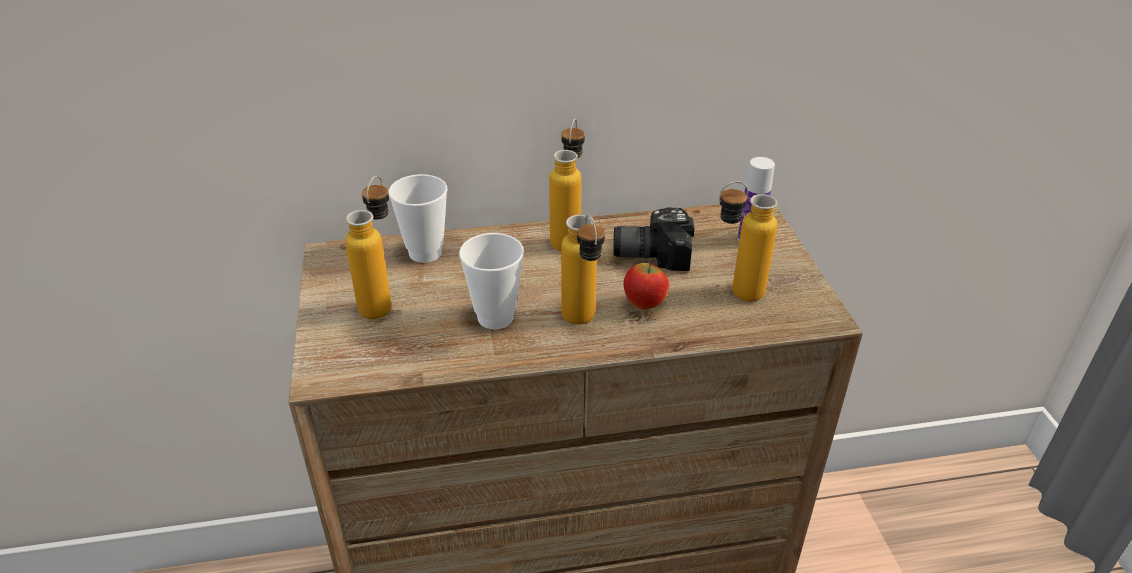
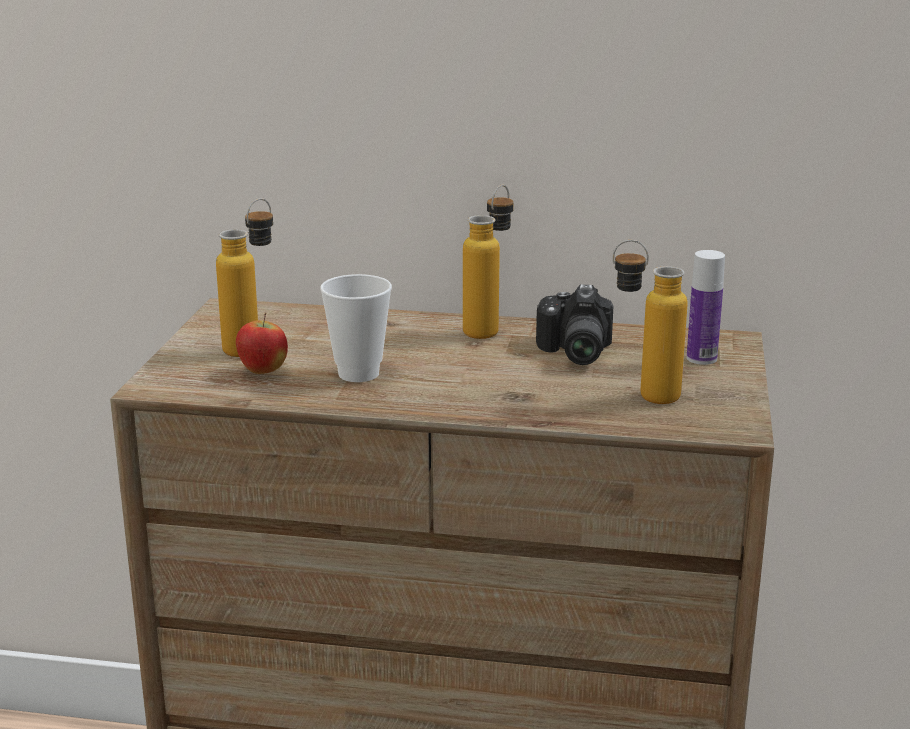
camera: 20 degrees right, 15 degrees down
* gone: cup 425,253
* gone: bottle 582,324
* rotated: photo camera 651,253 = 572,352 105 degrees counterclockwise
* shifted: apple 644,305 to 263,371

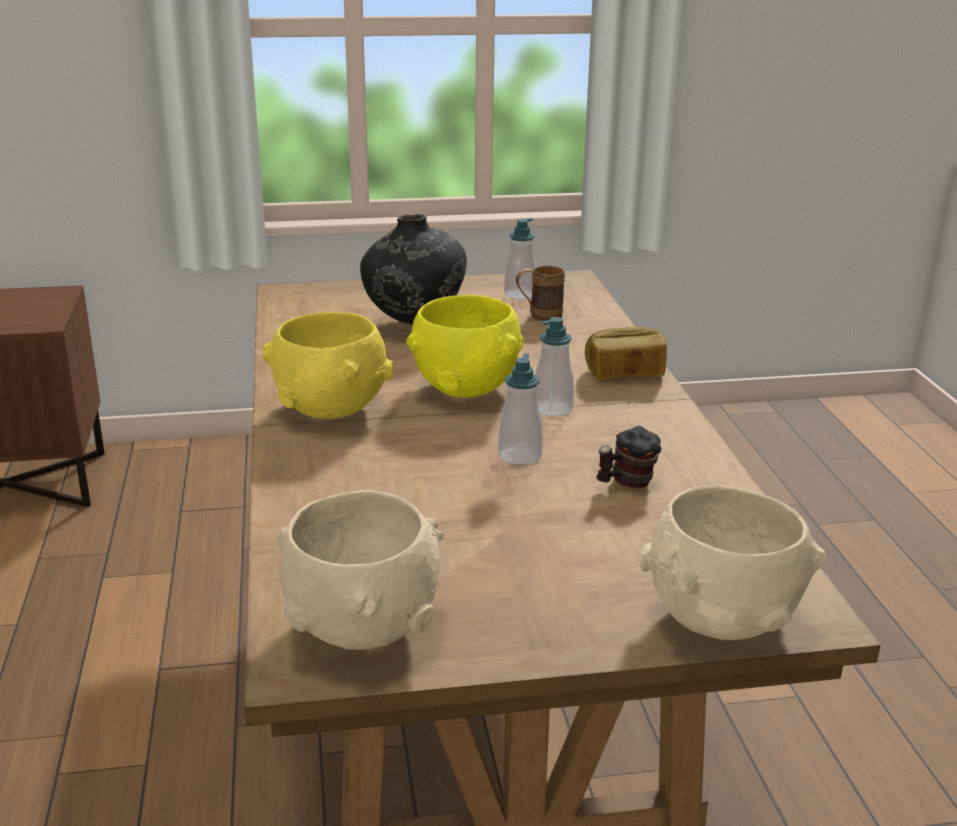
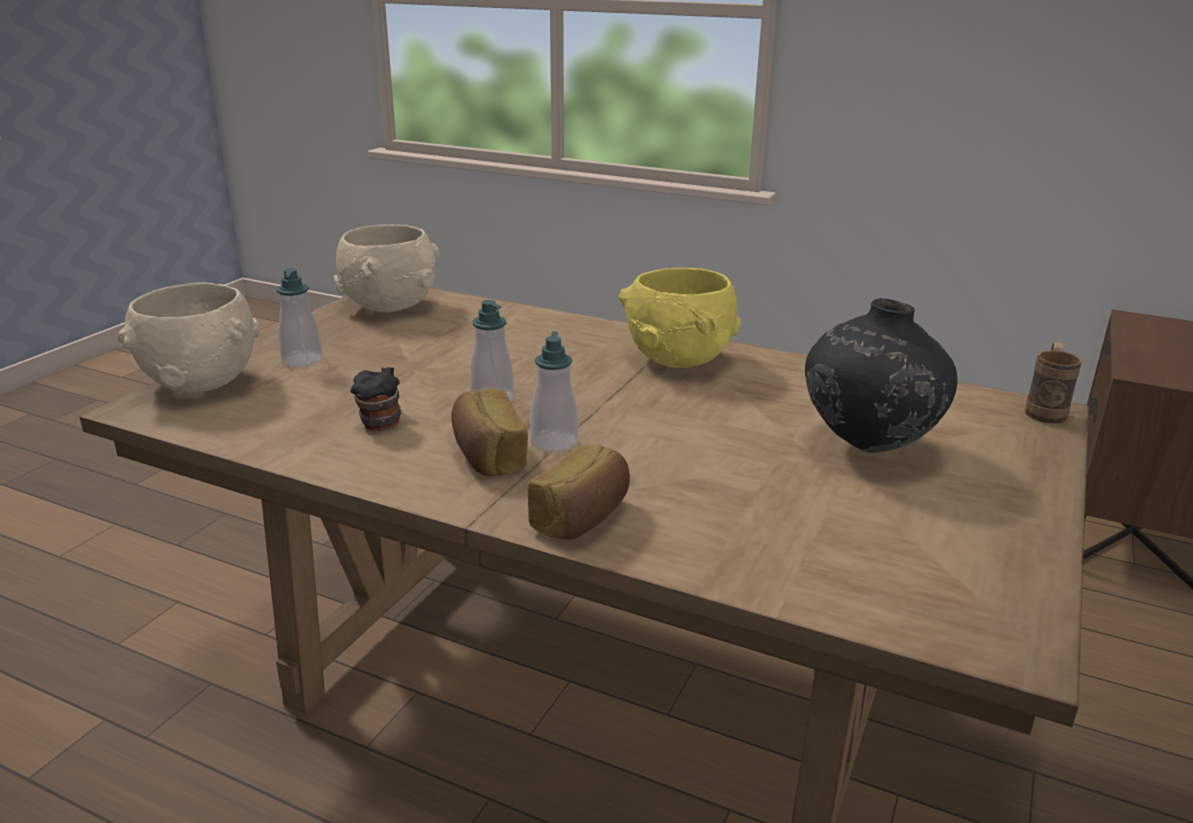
camera: 125 degrees right, 0 degrees up
* gone: bowl in yellow 466,388
* shifted: soap dispenser 520,294 to 302,360
* shifted: mug in brown 538,316 to 1045,410
* new: bread 487,456

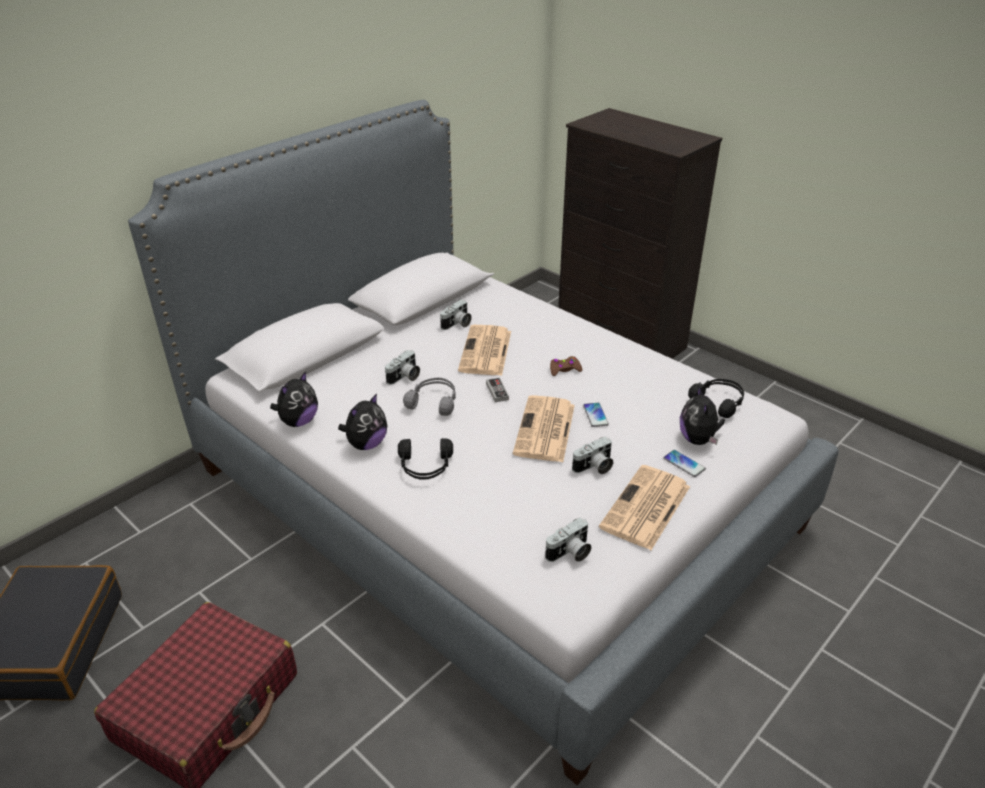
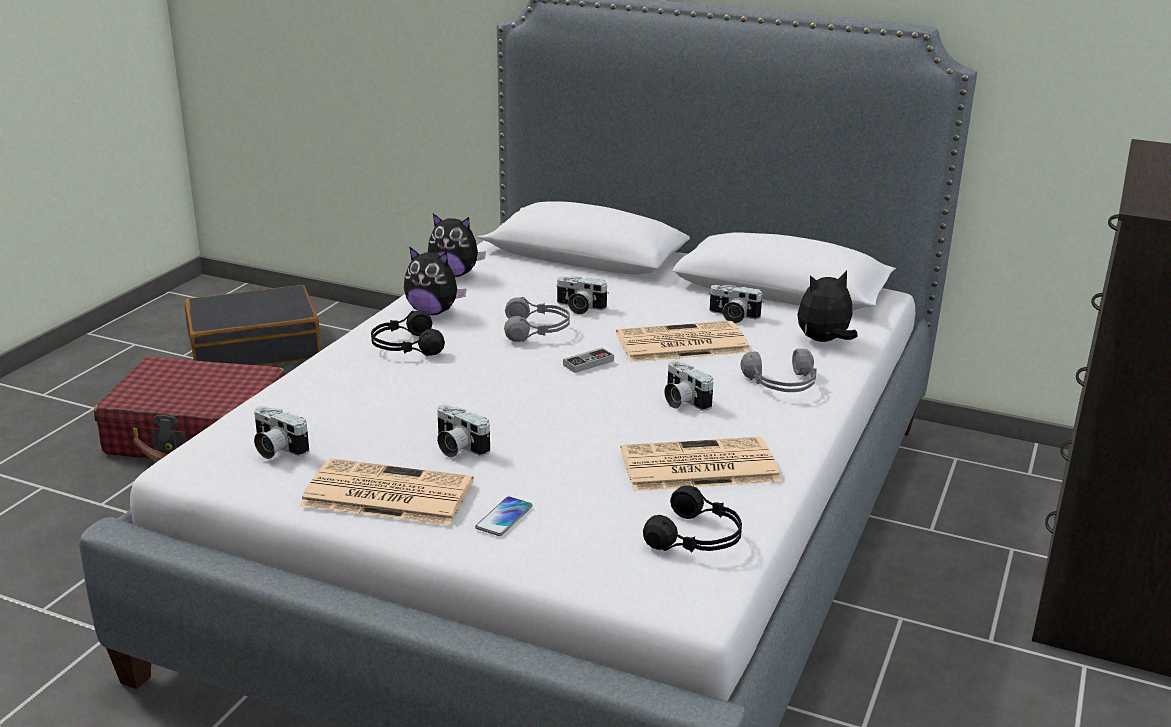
camera: 70 degrees right, 10 degrees down
* shifted: newspaper 545,430 to 697,467
* swapped: game controller in brown 564,369 to photo camera 682,401
* gone: phone 595,415
* shifted: plush toy 698,440 to 824,341
* new: headphones in grey 782,385

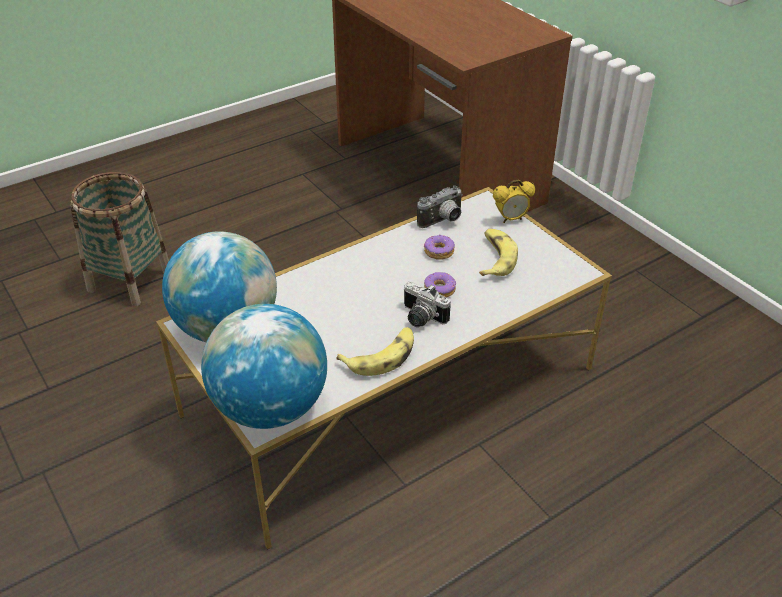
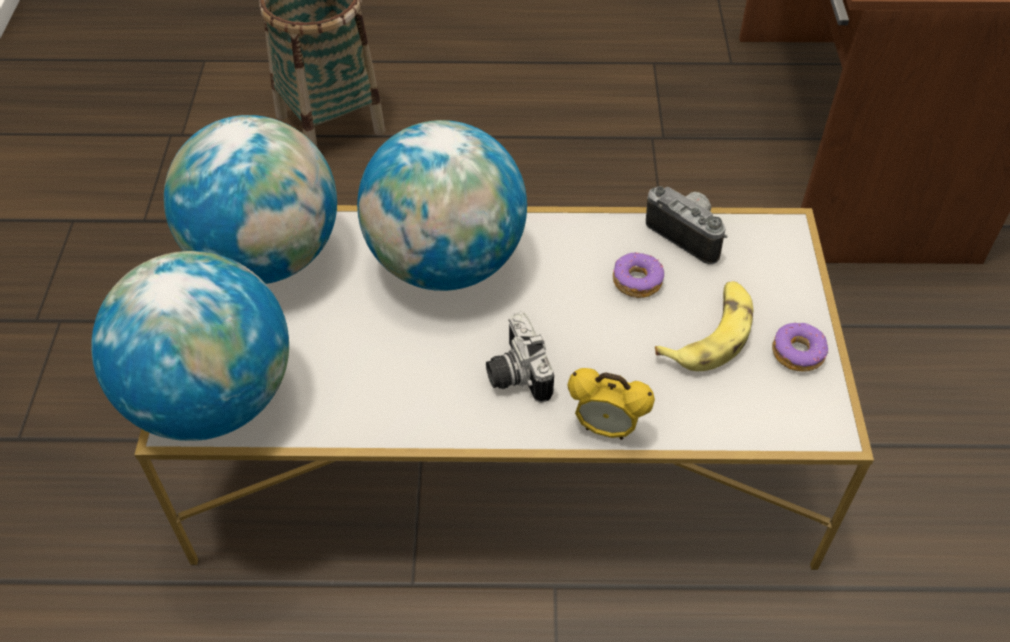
camera: 35 degrees right, 10 degrees up
* gone: banana 381,356
* rotated: photo camera 443,221 = 688,234 135 degrees counterclockwise
* shifted: donut 439,290 to 798,353
* shifted: alarm clock 511,219 to 606,428
* new: globe 446,263

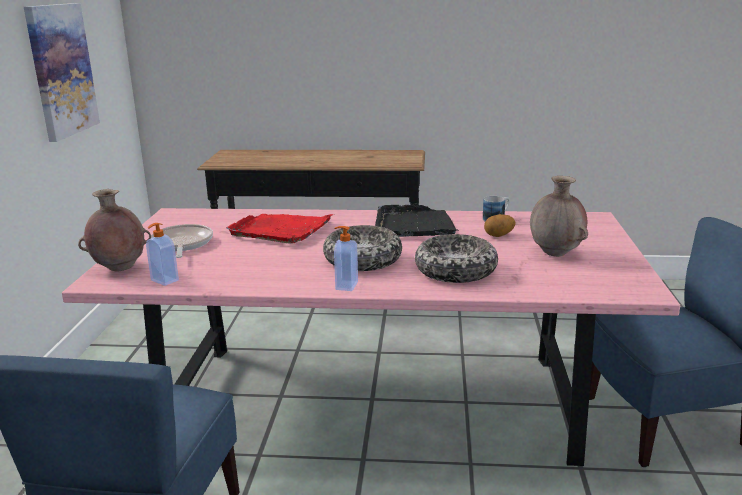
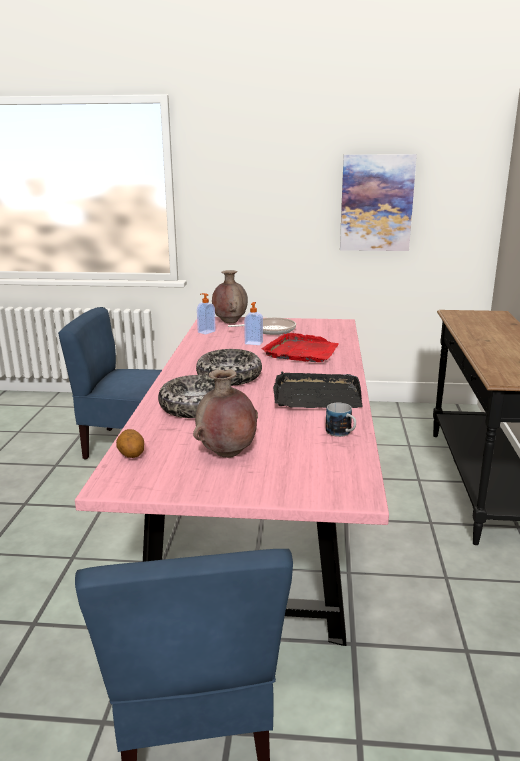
camera: 90 degrees right, 0 degrees up
* shifted: soap dispenser 346,286 to 254,343
* shifted: potato 499,235 to 131,456

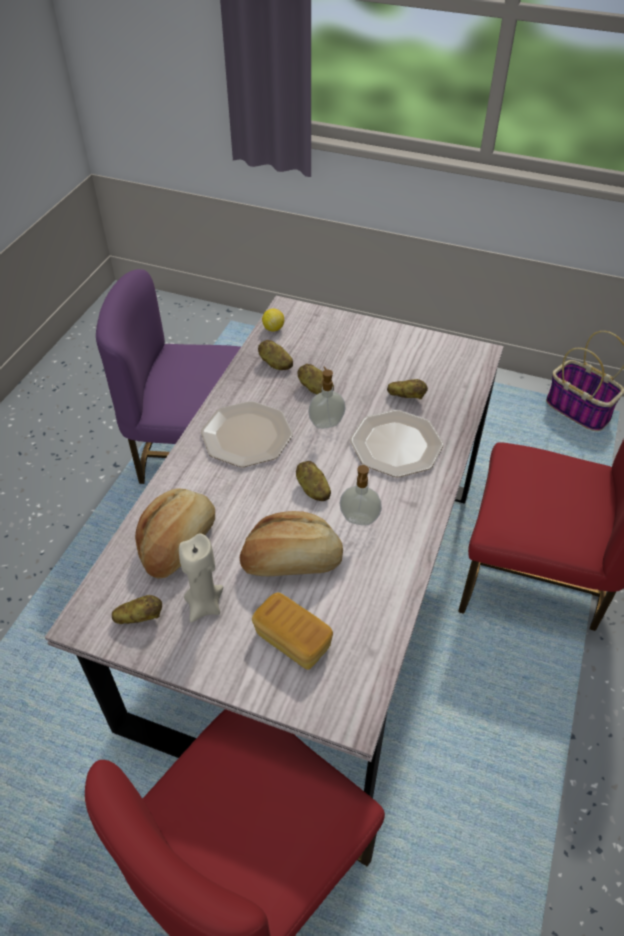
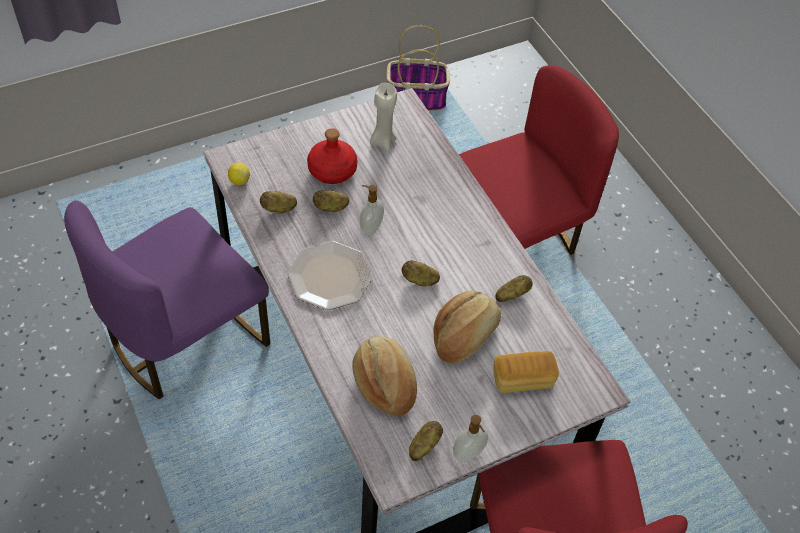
camera: 50 degrees left, 5 degrees up
* shifted: candle in beige 204,605 to 382,141
* shifted: soap dispenser 359,520 to 469,454
* gone: plate 396,444
* shifted: potato 406,397 to 512,295
* new: bottle in red 332,170

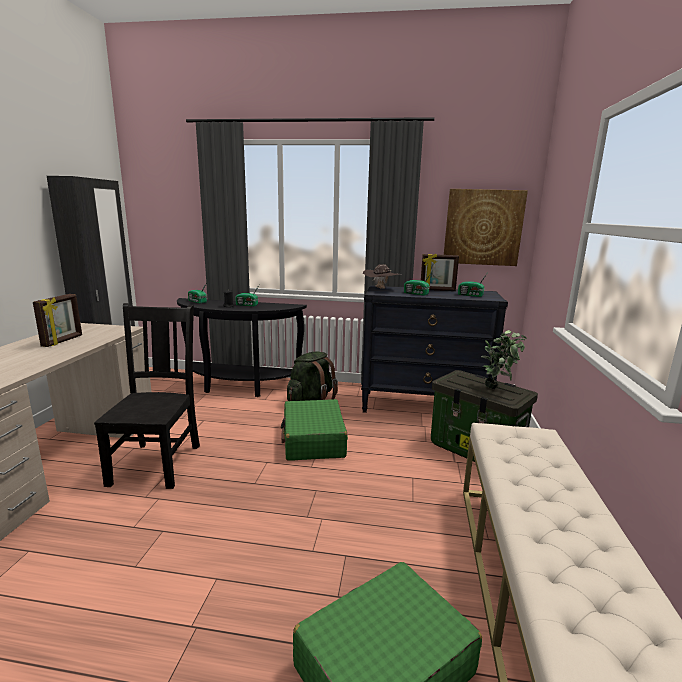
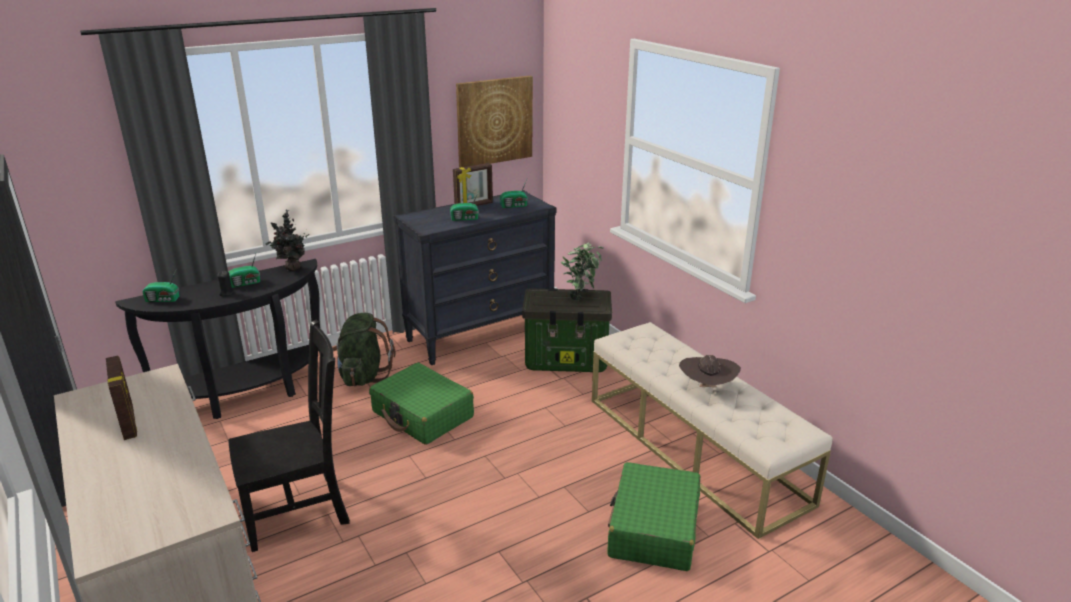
camera: 40 degrees left, 10 degrees up
* rotated: chair in black 157,462 = 299,511 105 degrees clockwise
* shifted: hat in brown 381,289 to 707,388
* new: potted plant 292,269

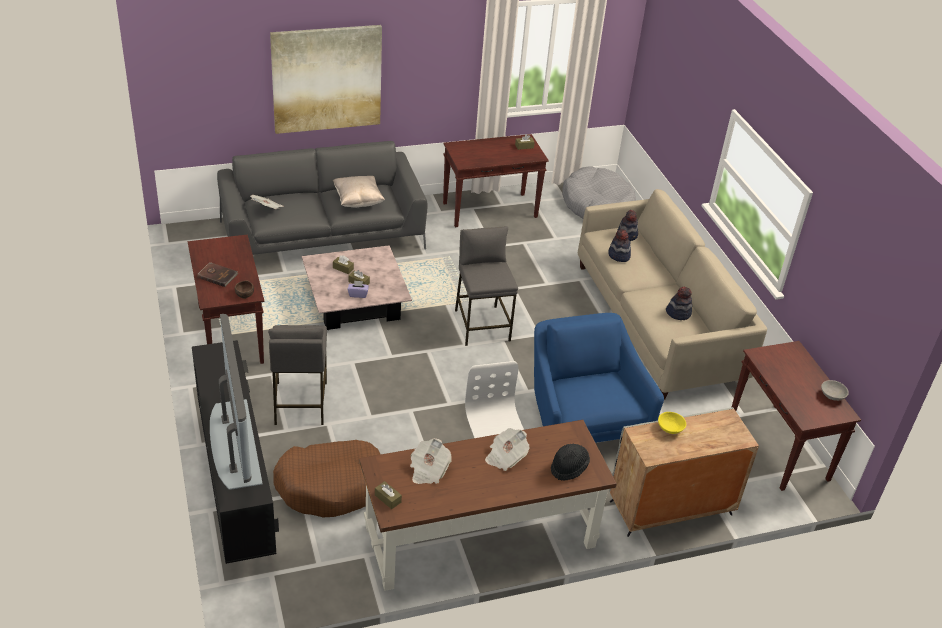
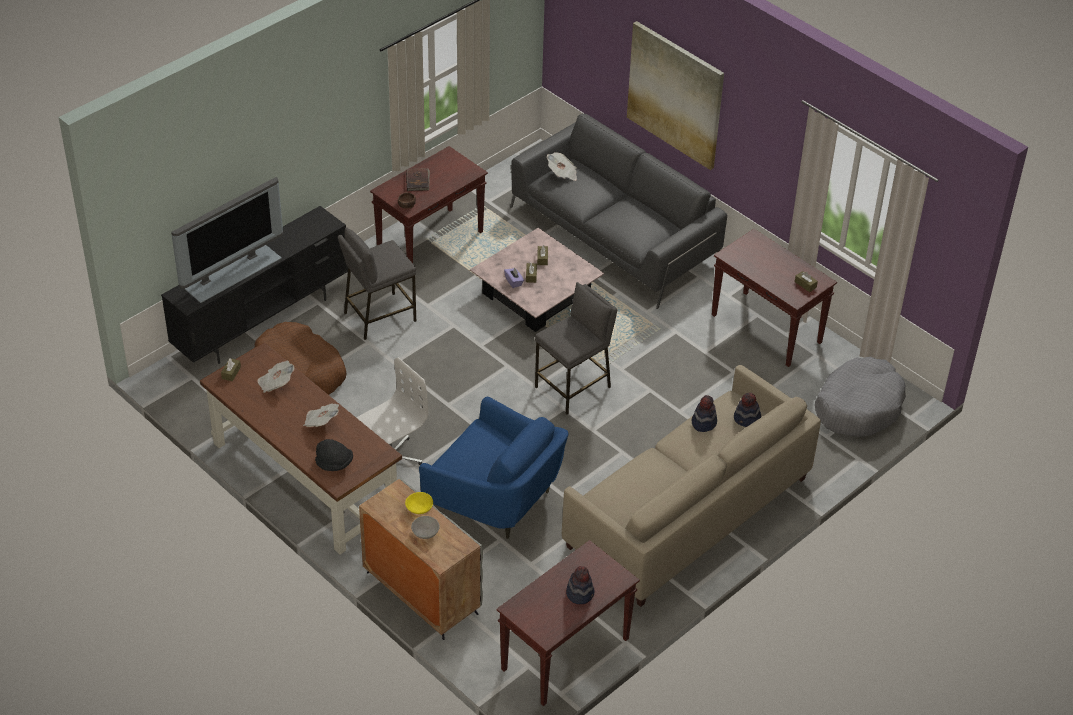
camera: 65 degrees right, 5 degrees up
* gone: pillow in beige 358,201
* rotated: armchair in blue 582,419 = 496,498 75 degrees clockwise
* shifted: hat 678,313 to 580,593
* shifted: bowl in grey 832,396 to 425,533

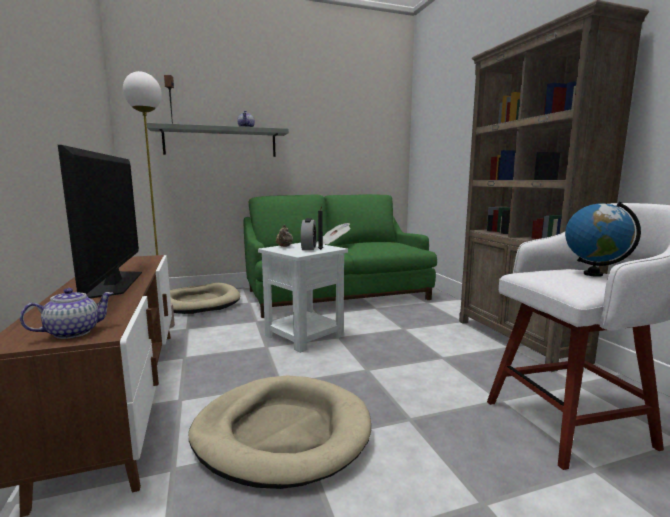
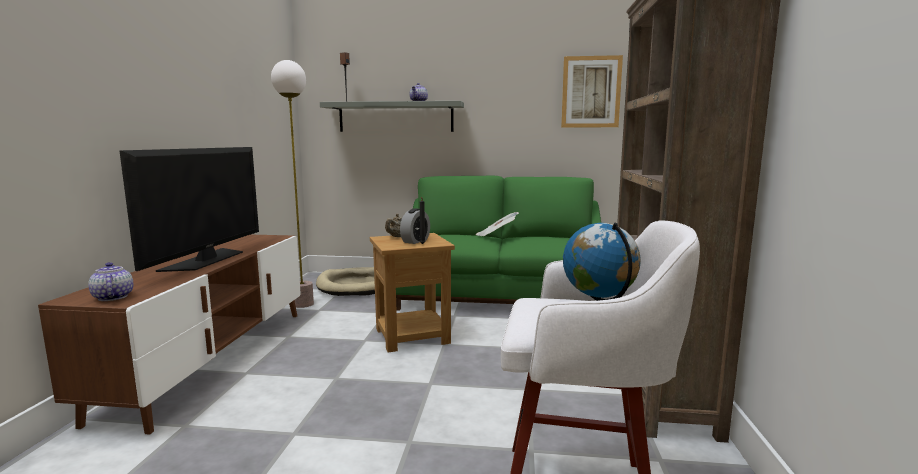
camera: 25 degrees right, 0 degrees up
* rotated: teapot 73,332 = 112,297 105 degrees counterclockwise
* gone: dog bed in beige 282,433
* repainted: side table in white 303,336 to side table in brown 411,336
* new: picture 591,92

